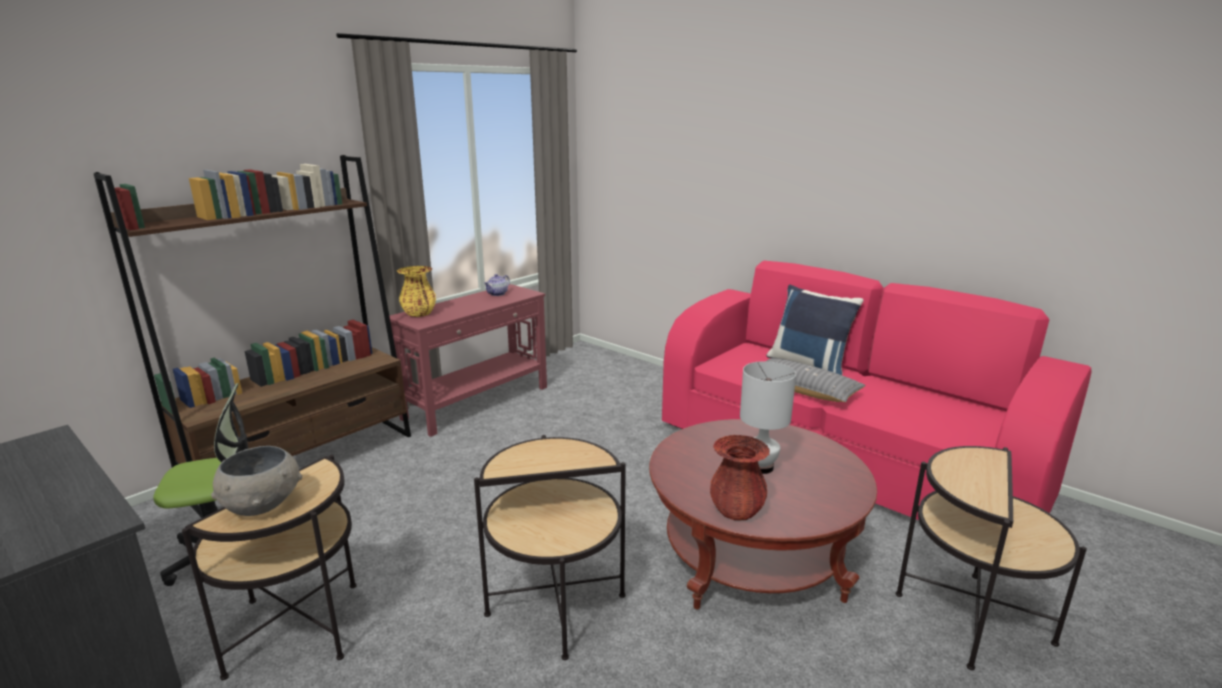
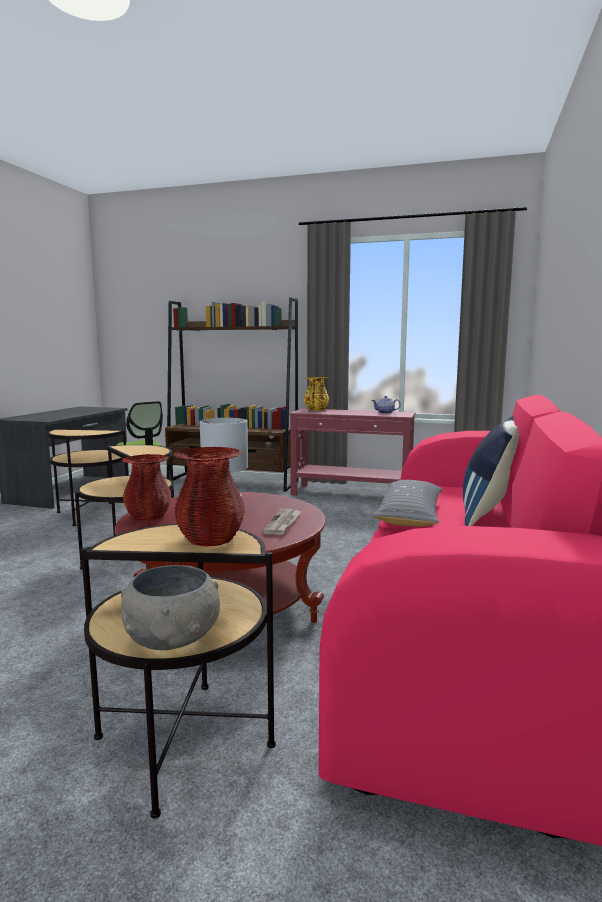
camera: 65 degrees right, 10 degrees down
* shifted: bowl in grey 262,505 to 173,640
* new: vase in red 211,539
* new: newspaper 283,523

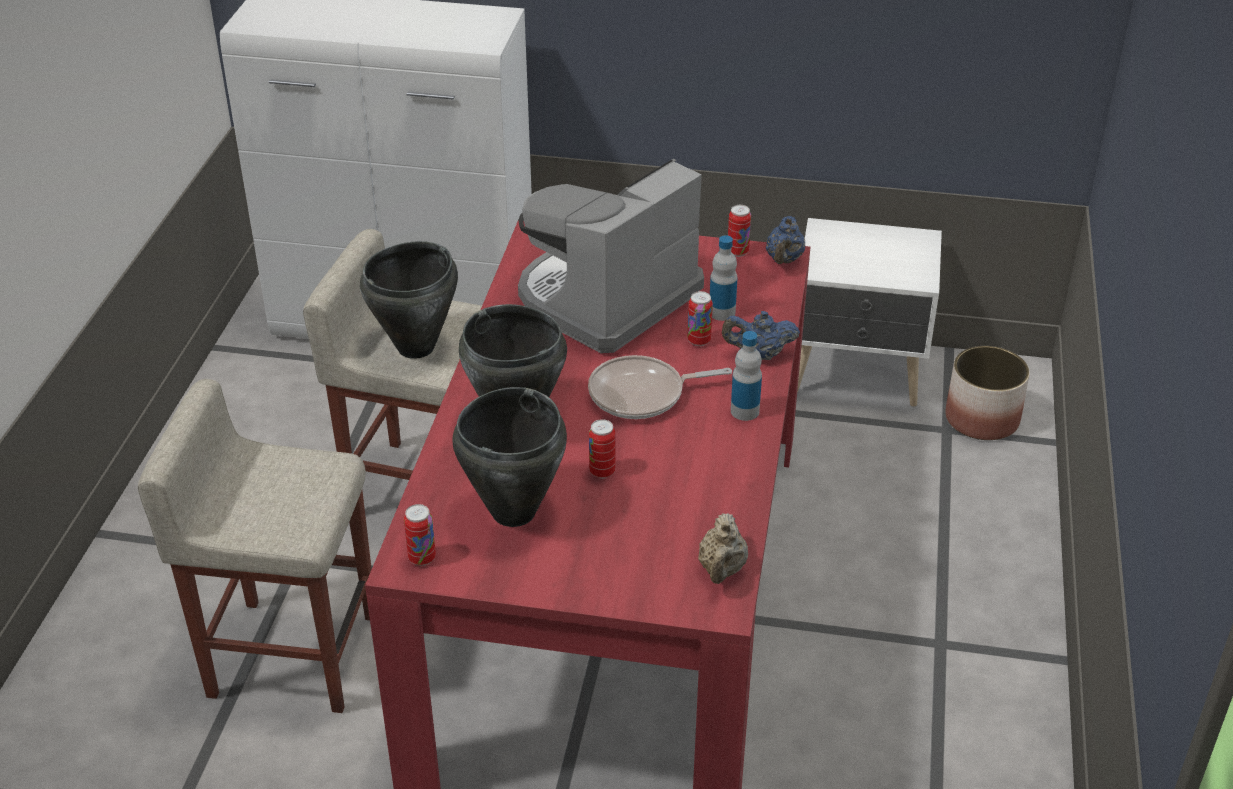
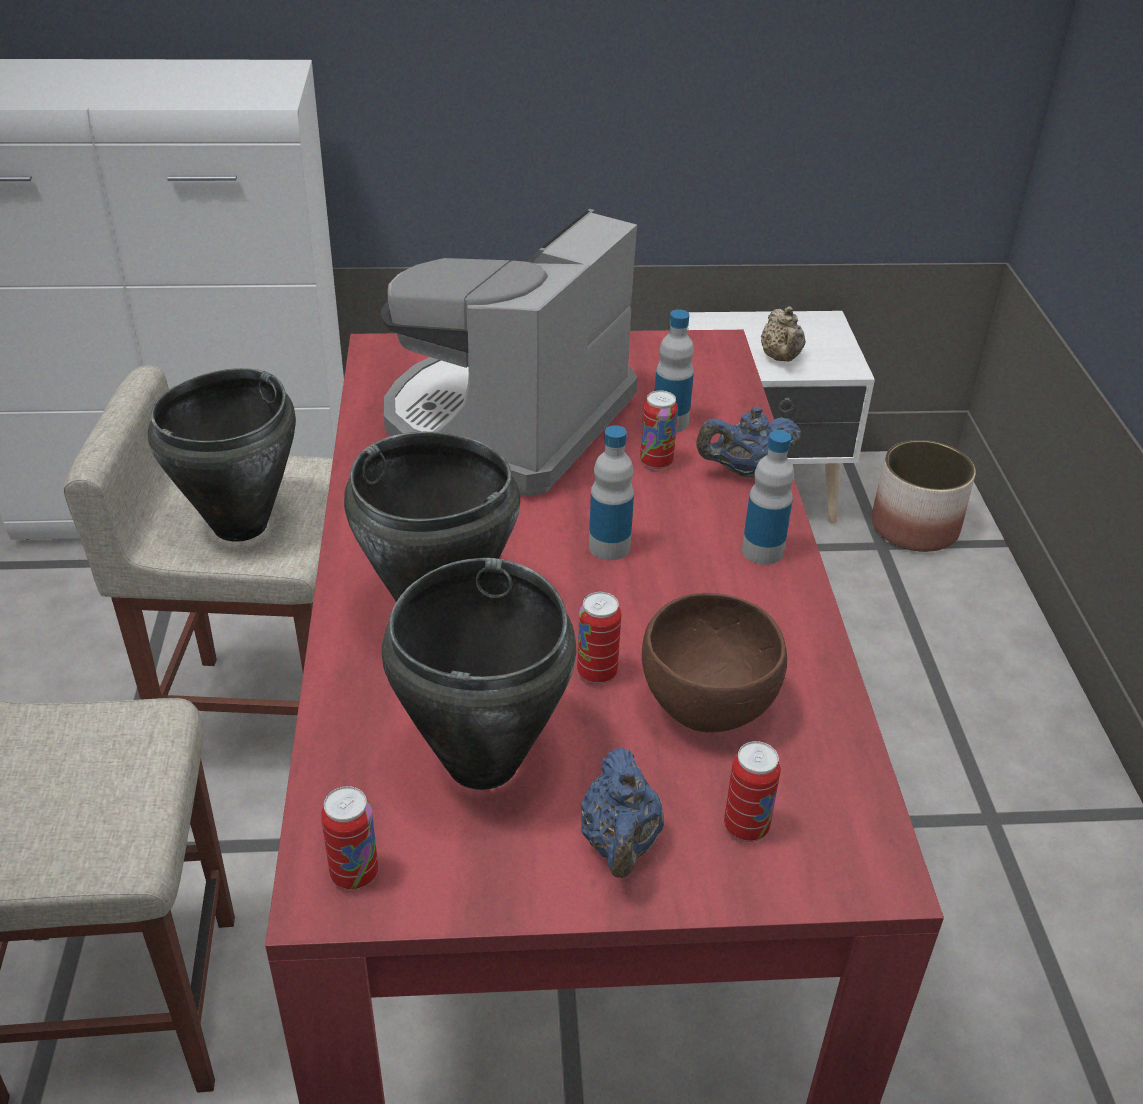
camera: 15 degrees left, 0 degrees up
* swapped: frying pan 642,394 to bottle 609,547
* shifted: teapot in beige 722,570 to 781,358
* shifted: can 738,252 to 746,827
* shifted: teapot in blue 784,260 to 620,843
* new: bowl in brown 707,708

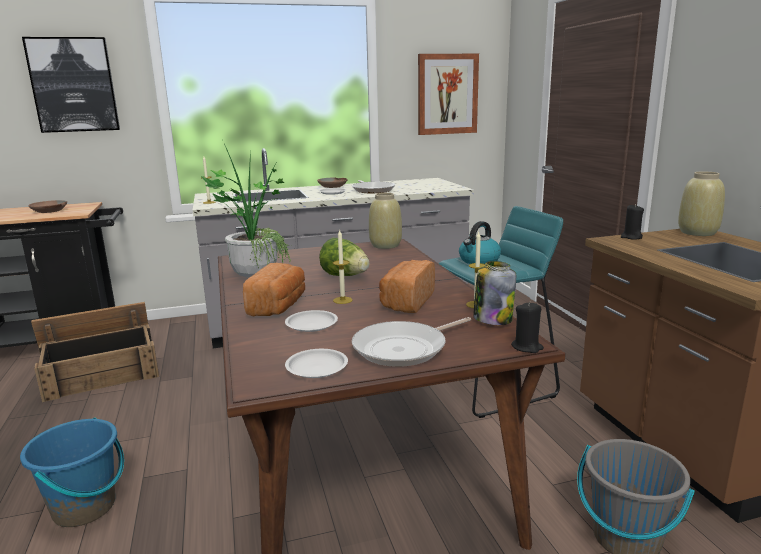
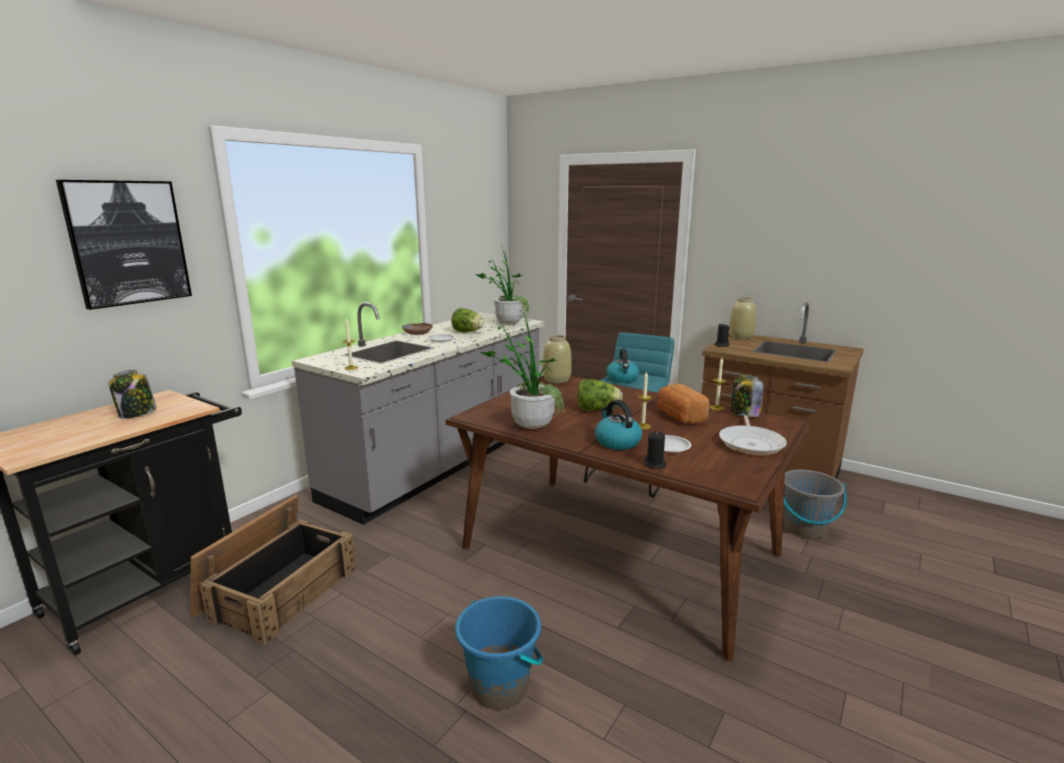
camera: 40 degrees left, 0 degrees up
* swapped: bowl in brown 48,211 to jar 137,414
* swapped: bread 279,306 to kettle 617,442
* gone: plate in white 317,367
* swapped: frying pan 372,190 to lettuce 468,332
* gone: picture 447,94
* shifted: candle in black 527,347 to 655,464
* new: potted plant 505,322

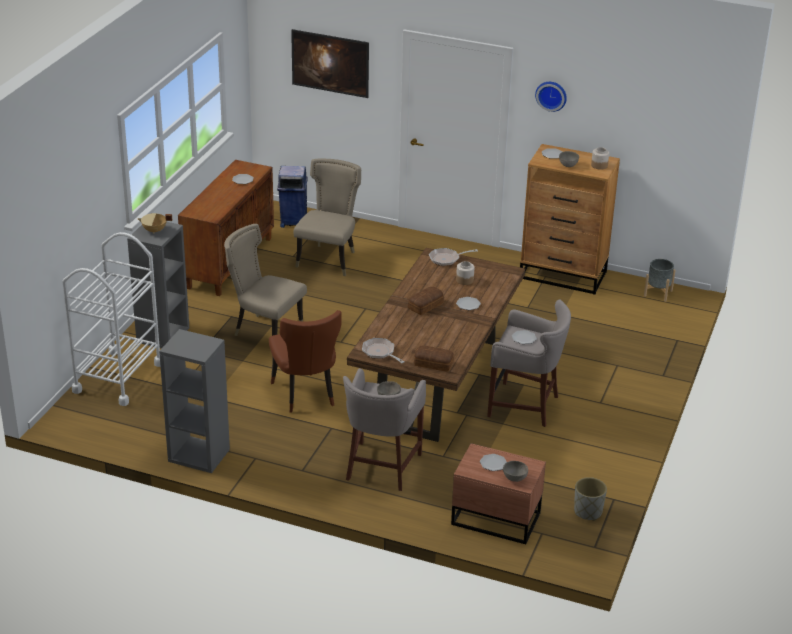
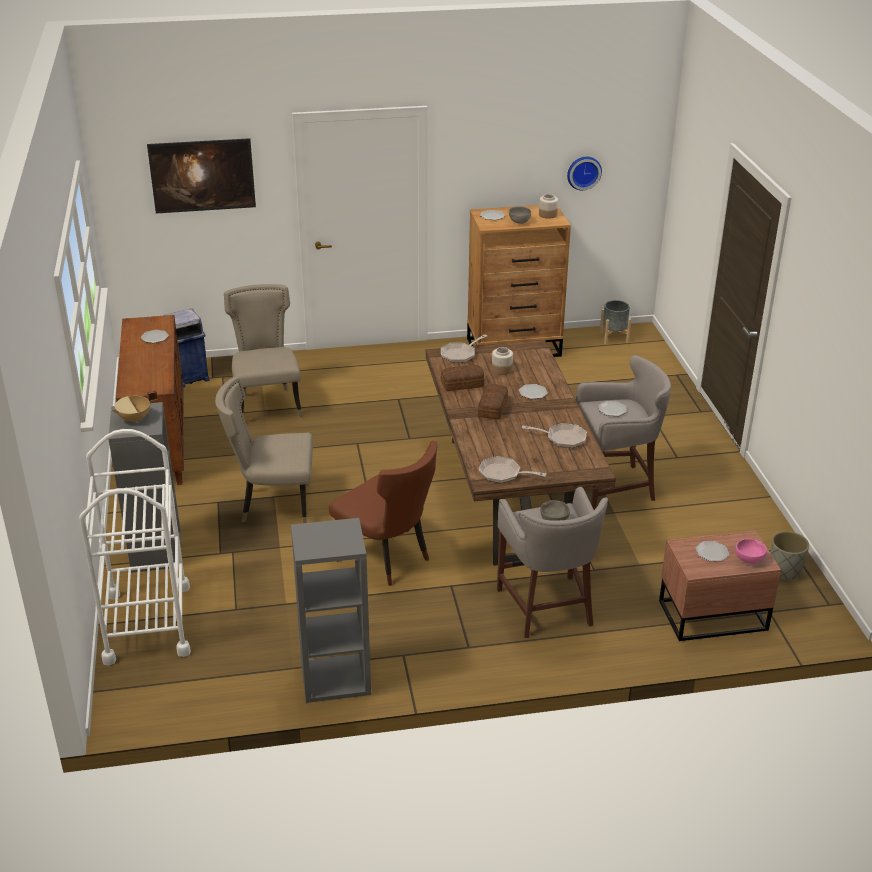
camera: 30 degrees left, 0 degrees up
* shifted: bread 434,364 to 463,384
* repainted: bowl in grey 515,478 to bowl in pink 749,560
* shifted: wall clock 551,95 to 583,172
* new: frying pan 562,438

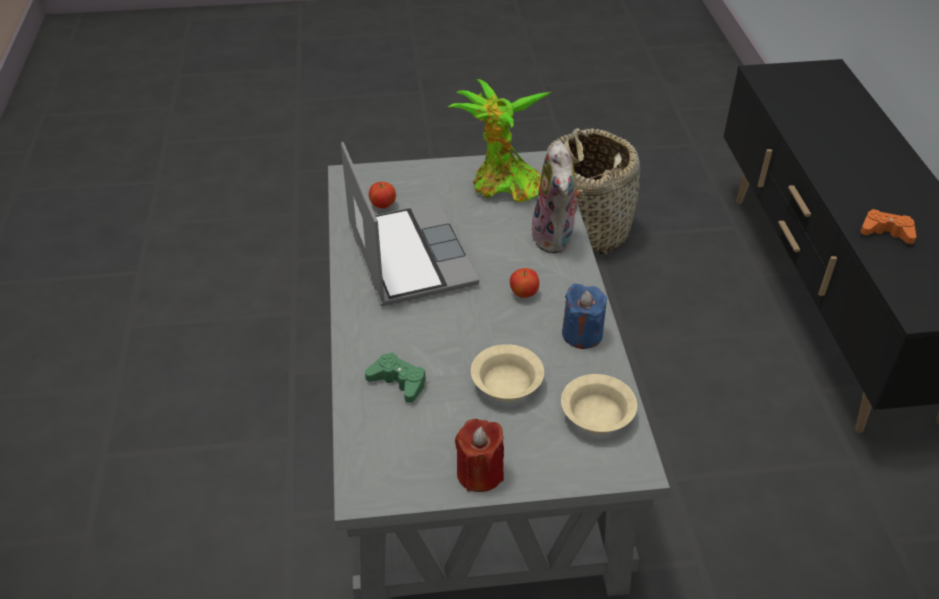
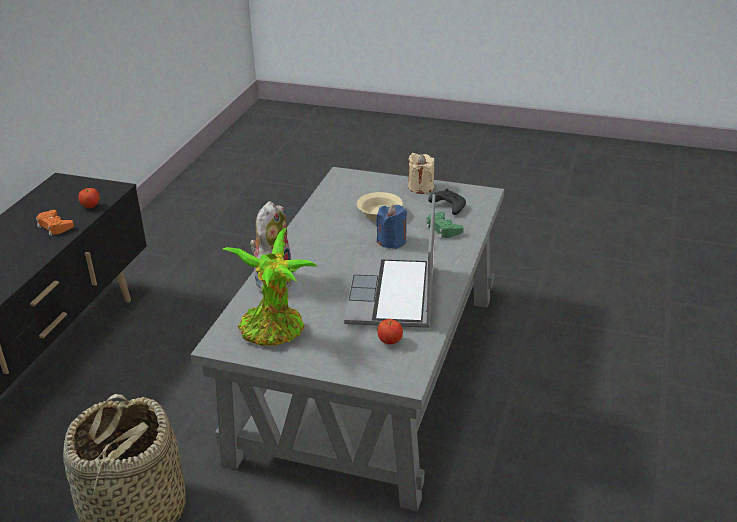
camera: 155 degrees left, 10 degrees down
* repainted: candle in red 480,473 to candle in beige 421,187
* shifted: apple 523,294 to 91,206
* gone: bowl in beige 596,415
* shifted: candle in blue 582,334 to 392,241
* new: game controller in black 448,207

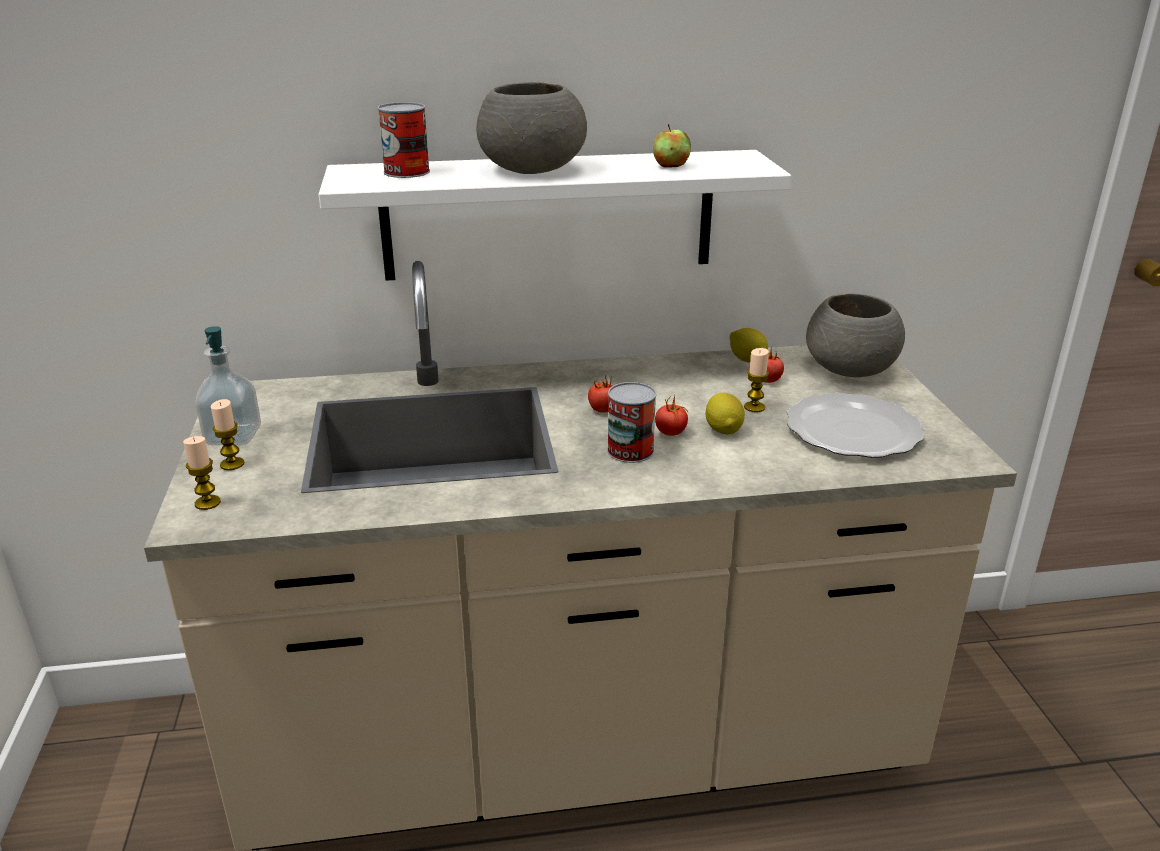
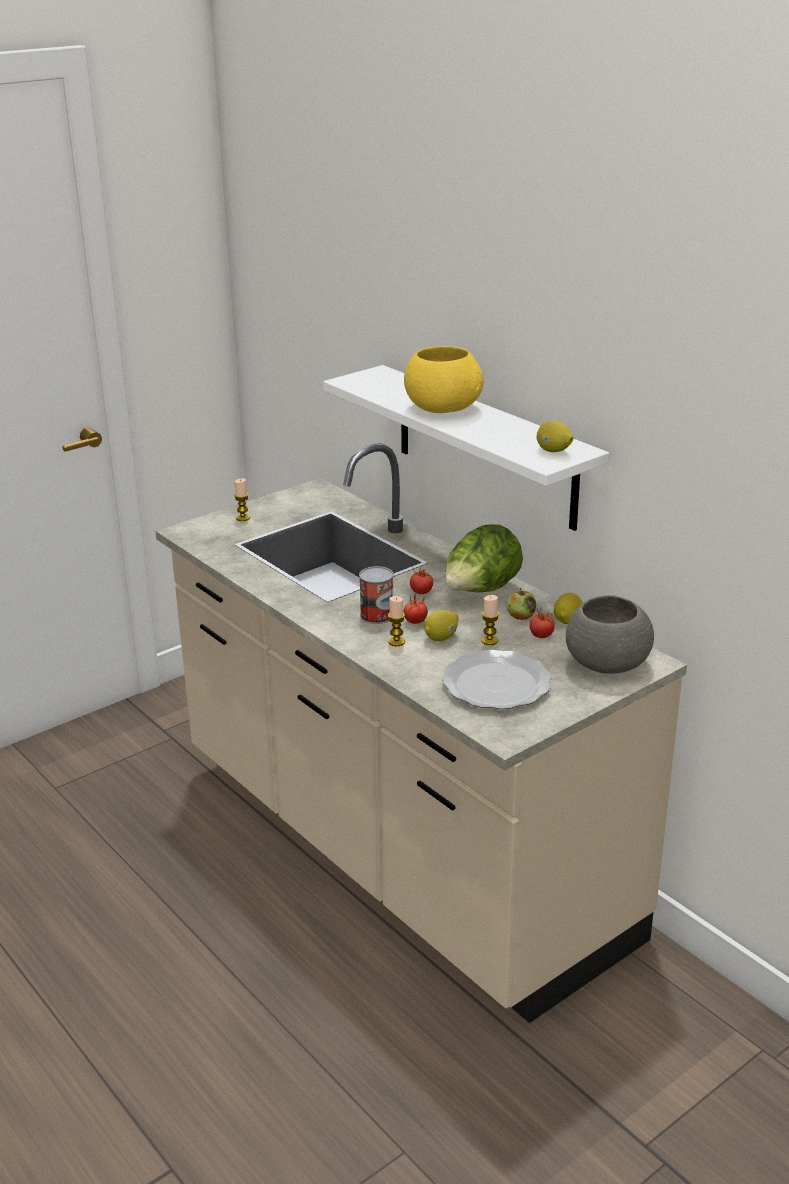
camera: 60 degrees right, 0 degrees up
* shifted: candle 207,503 to 396,642
* gone: soap dispenser 233,436
* gone: can 406,172
* repainted: bowl in grey 530,170 to bowl in yellow 441,408
* shifted: apple 670,166 to 521,616
* new: lettuce 481,591
* new: lemon 553,451

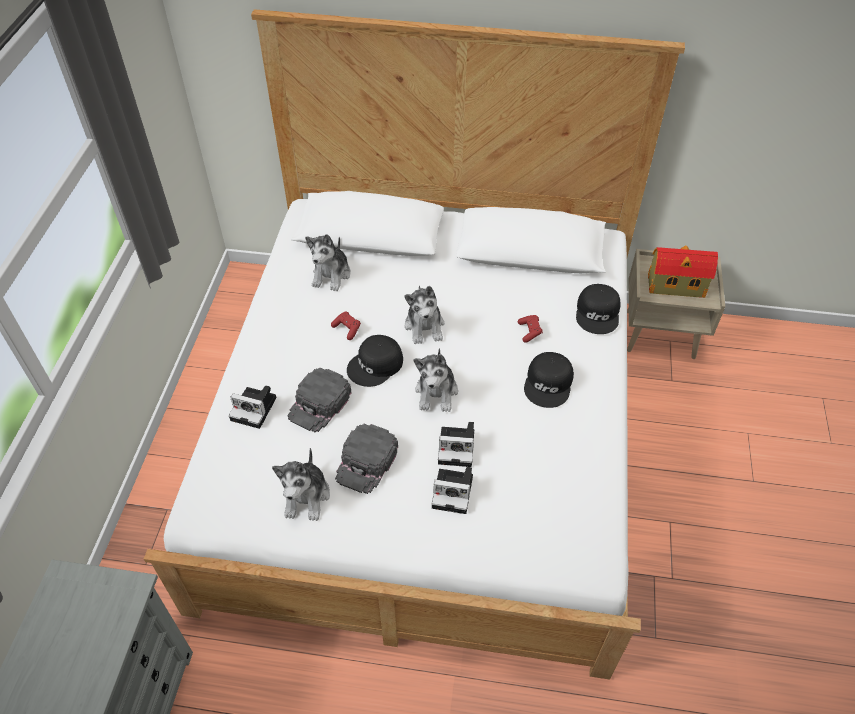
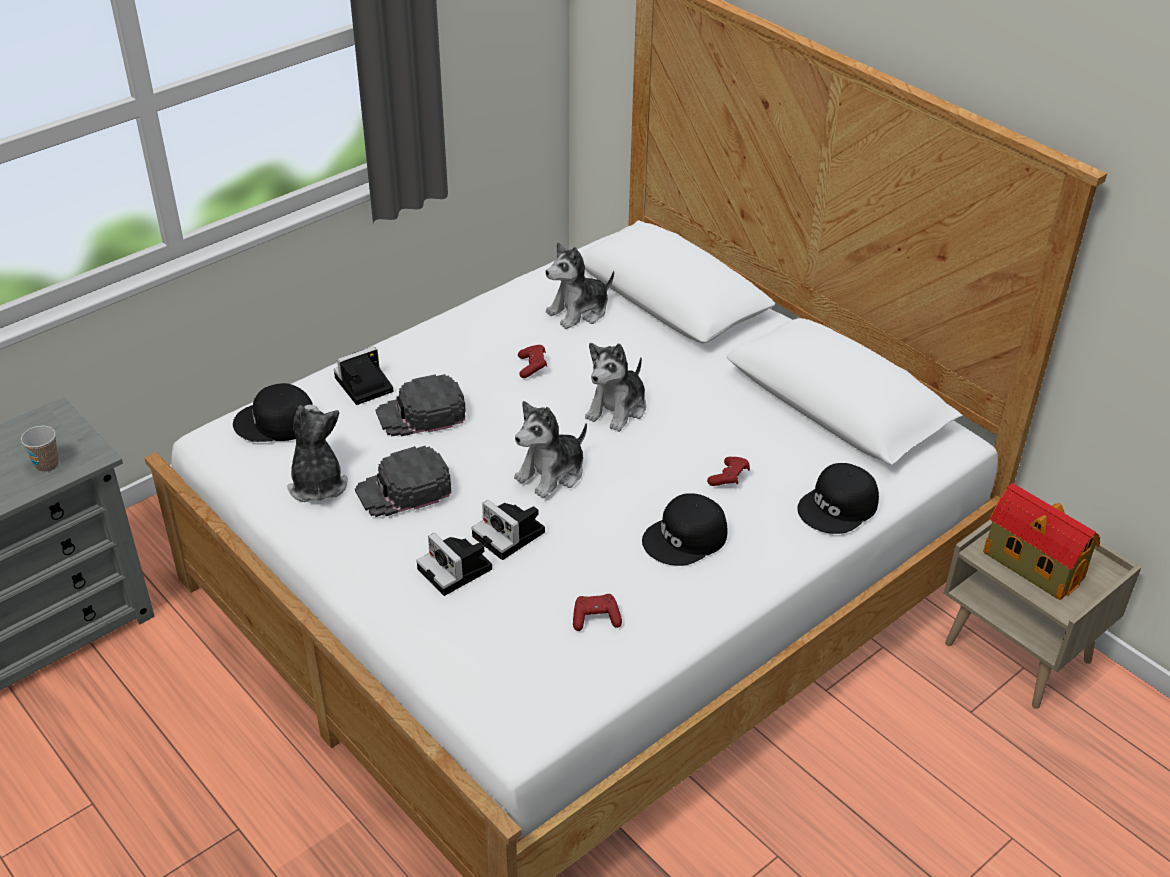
camera: 40 degrees right, 10 degrees down
* rotated: photo camera 255,409 = 362,386 90 degrees clockwise
* rotated: plush toy 306,496 = 317,484 120 degrees clockwise
* shifted: cap in black 376,365 to 275,423
* new: cup 47,465
* new: game controller in red 596,618

